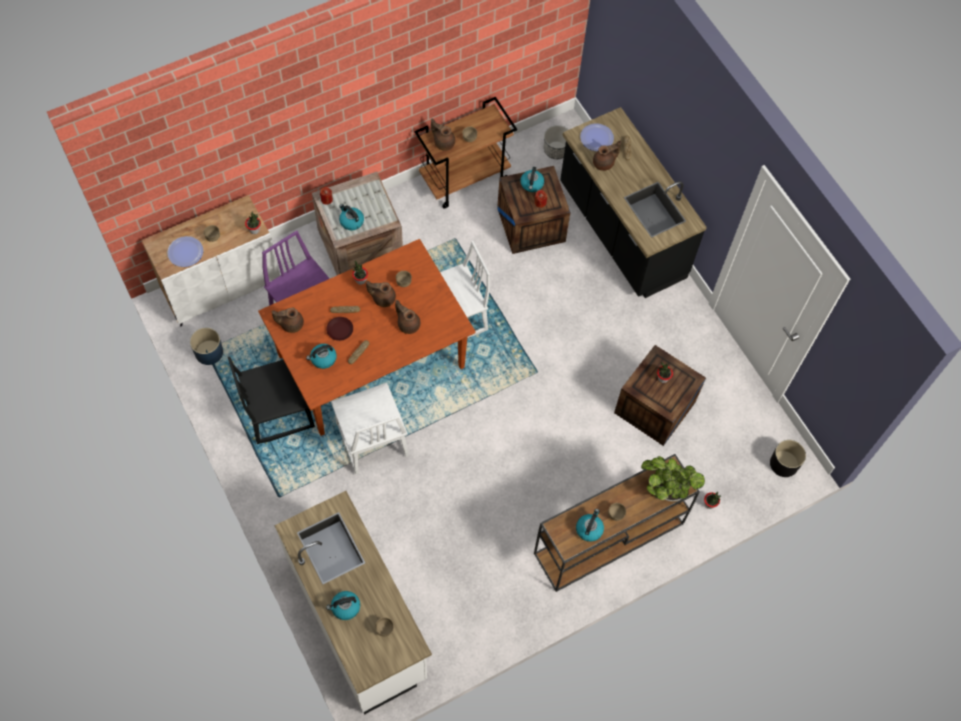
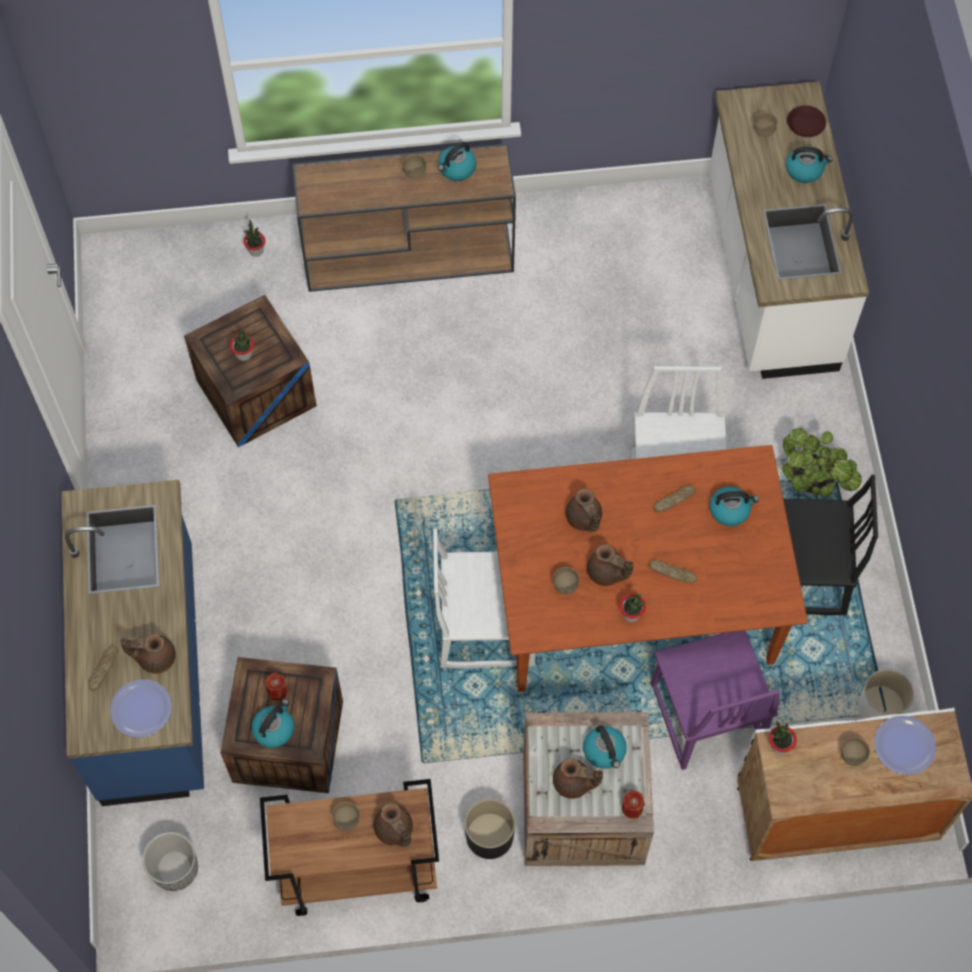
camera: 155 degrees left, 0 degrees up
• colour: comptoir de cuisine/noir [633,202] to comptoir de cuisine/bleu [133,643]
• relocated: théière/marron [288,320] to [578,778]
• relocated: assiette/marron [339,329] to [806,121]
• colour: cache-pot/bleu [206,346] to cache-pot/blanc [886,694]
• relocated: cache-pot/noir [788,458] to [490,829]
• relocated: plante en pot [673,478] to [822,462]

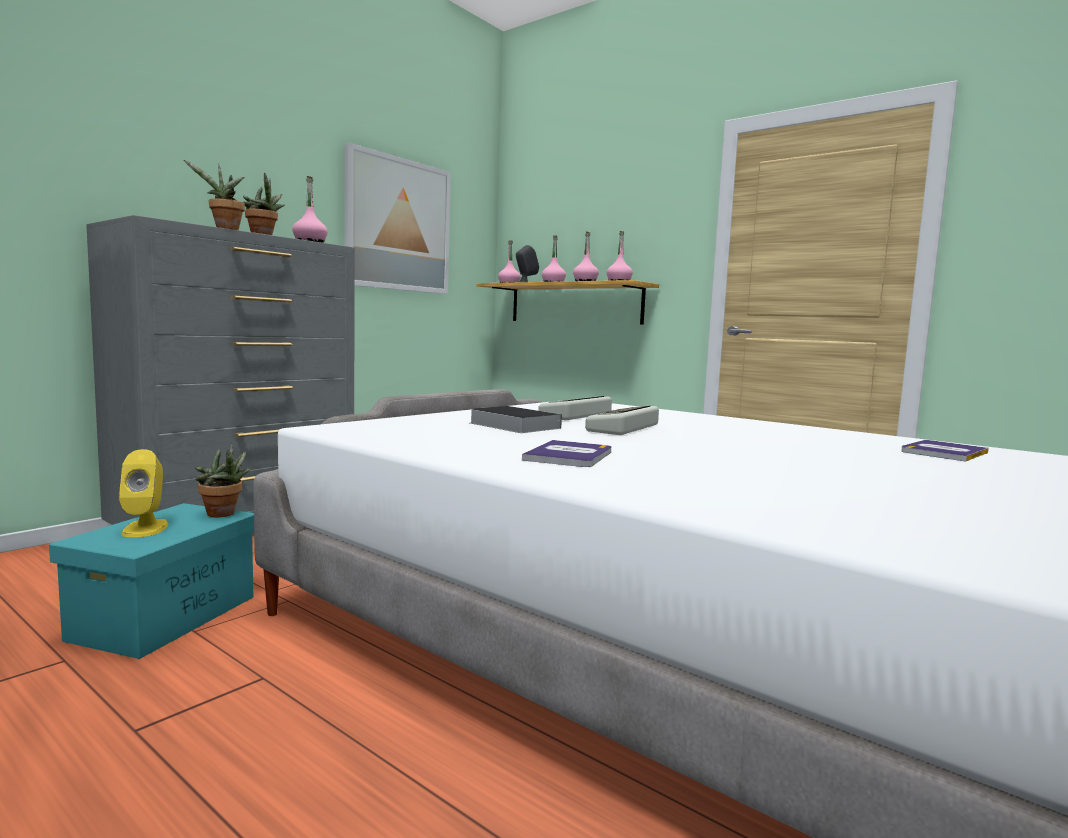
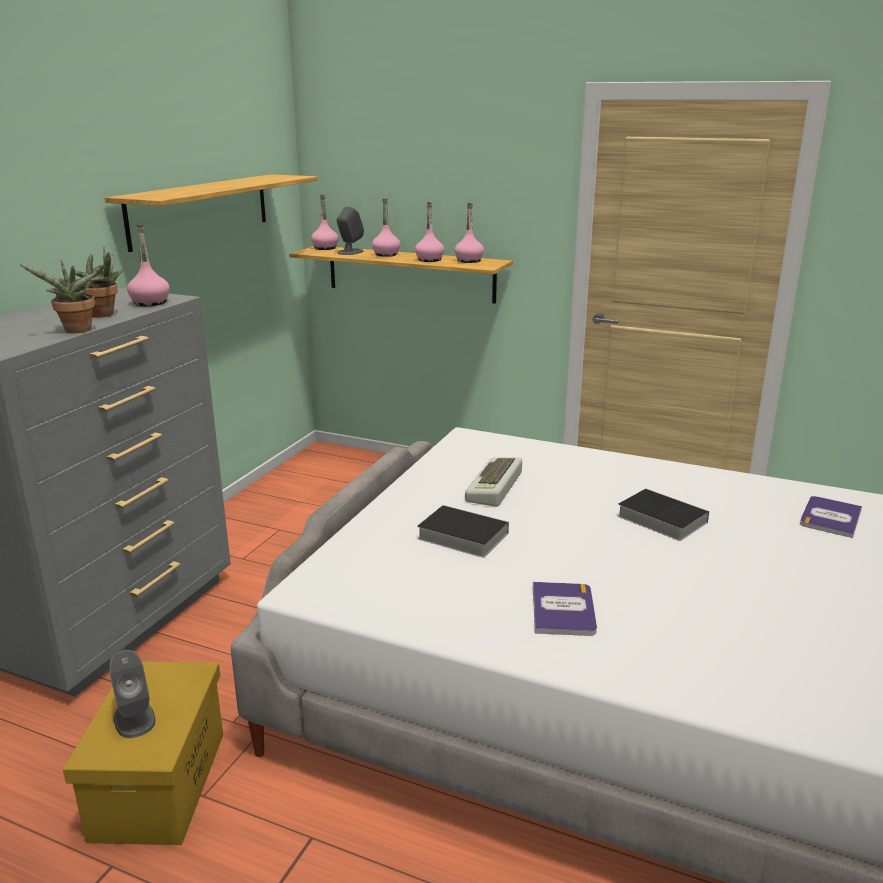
camera: 15 degrees left, 15 degrees up
• exchanged: tableau [398,218] to étagère [211,213]
• missing: clavier [622,420]
• missing: plante en pot [223,480]
• colour: enceinte/jaune [143,493] to enceinte/gris [132,694]
• colour: boîte de rangement/turquoise [151,581] to boîte de rangement/jaune [143,753]
• appeared: livre [663,515]

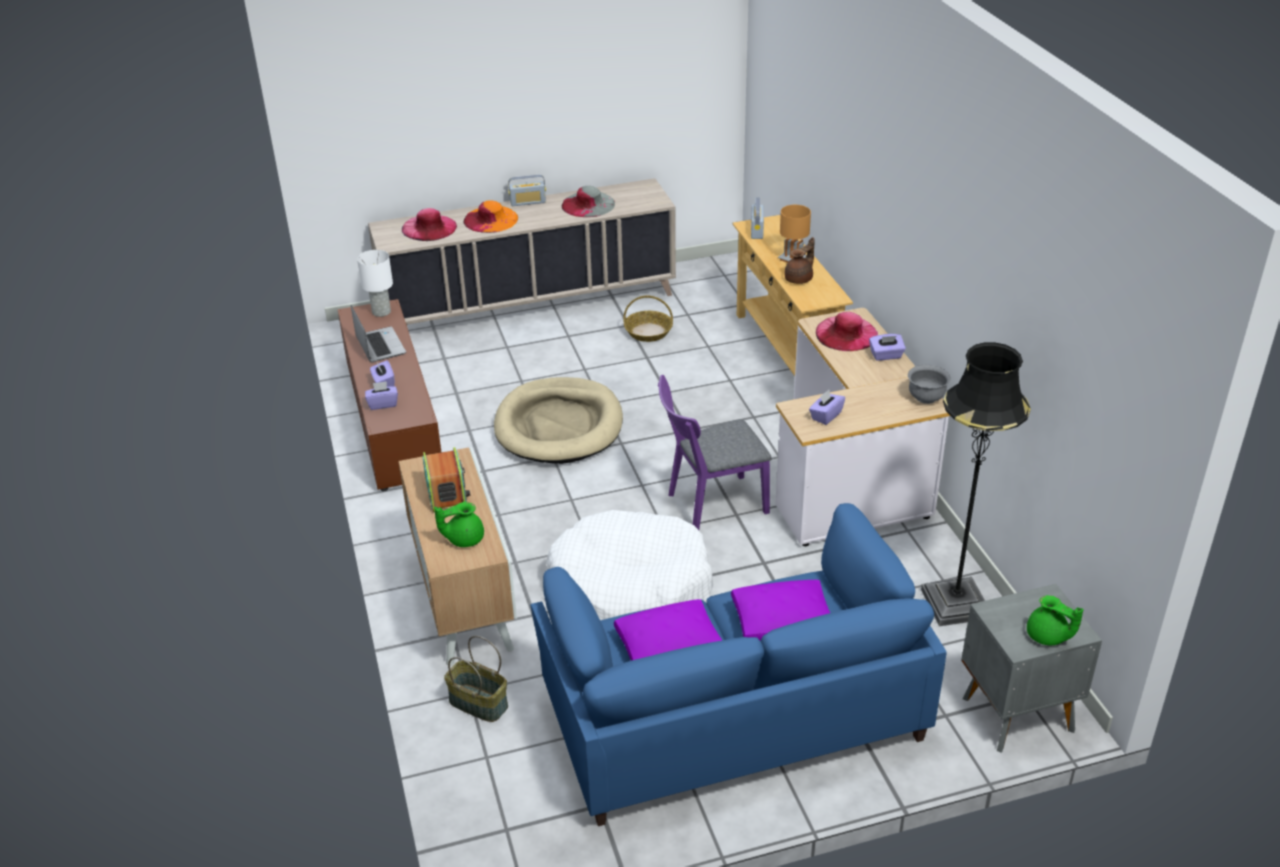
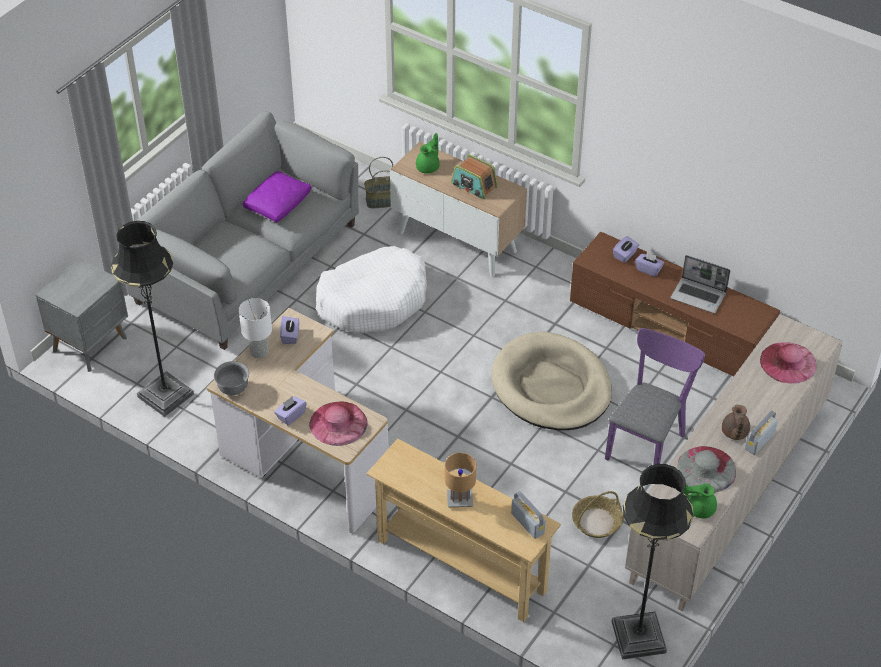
camera: 140 degrees right, 10 degrees up
• missing: chapeau/orange [491,216]
• relocated: théière/marron [799,260] to [736,422]
• relocated: lampe de table/blanc [375,283] to [255,328]
• relocated: chaise/violet [715,452] to [655,396]
• colour: canapé/bleu [738,664] to canapé/gris [242,230]
• missing: coussin/violet [780,610]
• relocated: théière/vert [1055,620] to [700,500]
• appeared: lampadaire/noir [653,562]

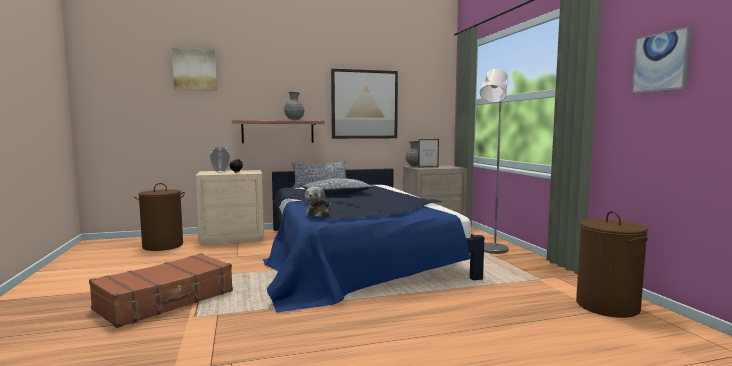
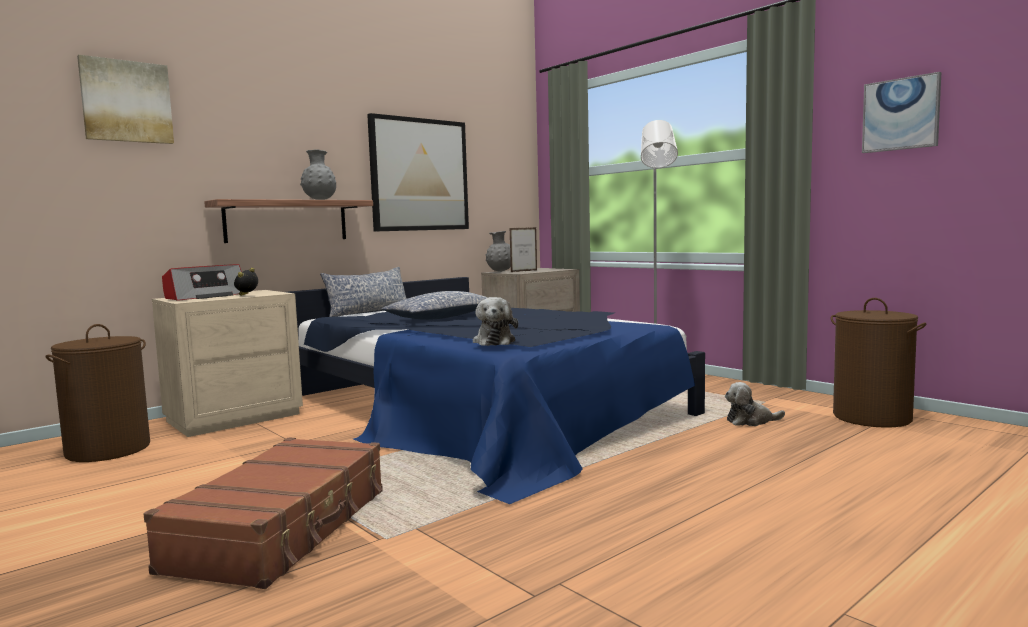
camera: 25 degrees left, 0 degrees up
• exchanged: vase [220,160] to radio [205,282]
• appeared: peluche [755,404]

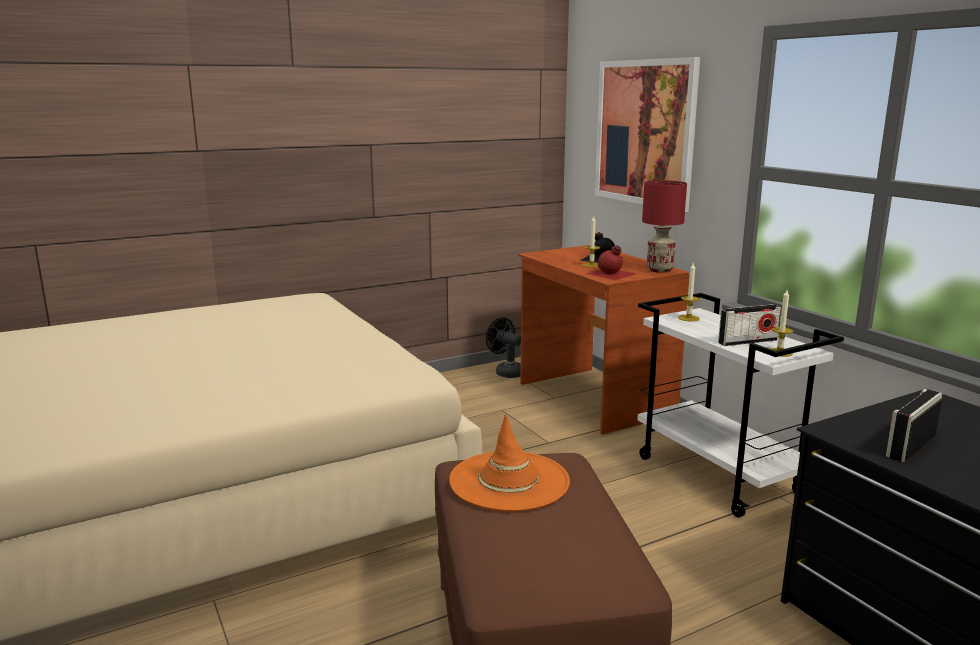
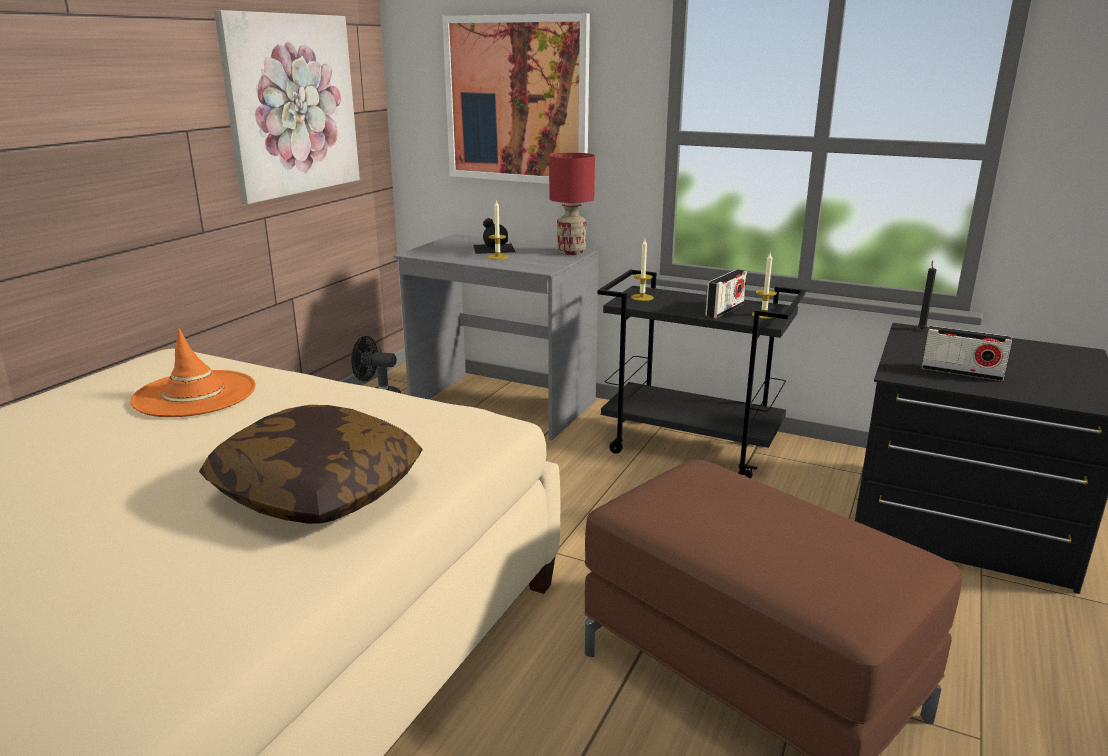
camera: 35 degrees left, 5 degrees up
• colour: bureau/marron [603,340] to bureau/gris [496,337]
• missing: bouteille/rouge [611,263]
• colour: chariot/blanc [740,405] to chariot/noir [701,373]
• spun: radio [914,425] = [967,353] 75 degrees counterclockwise
• relocated: chapeau/orange [509,463] to [193,372]
• appeared: tableau [287,107]
• appeared: bougie/noir [927,294]
• appeared: coussin [311,464]

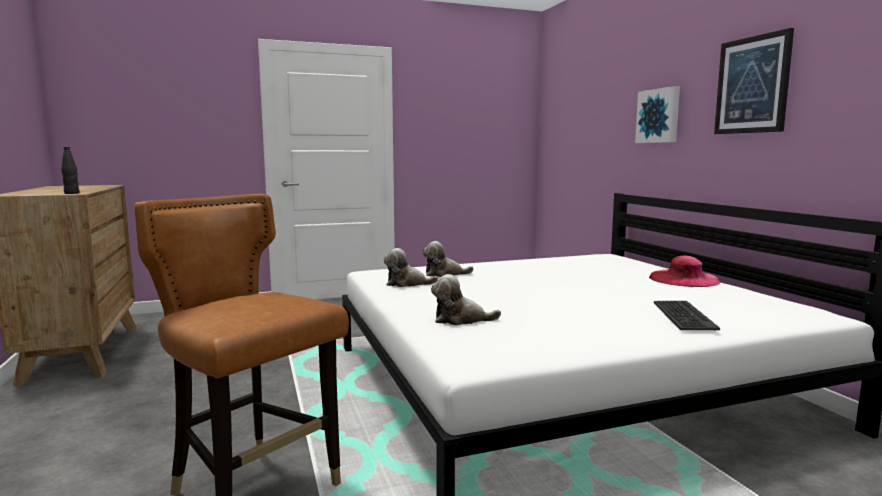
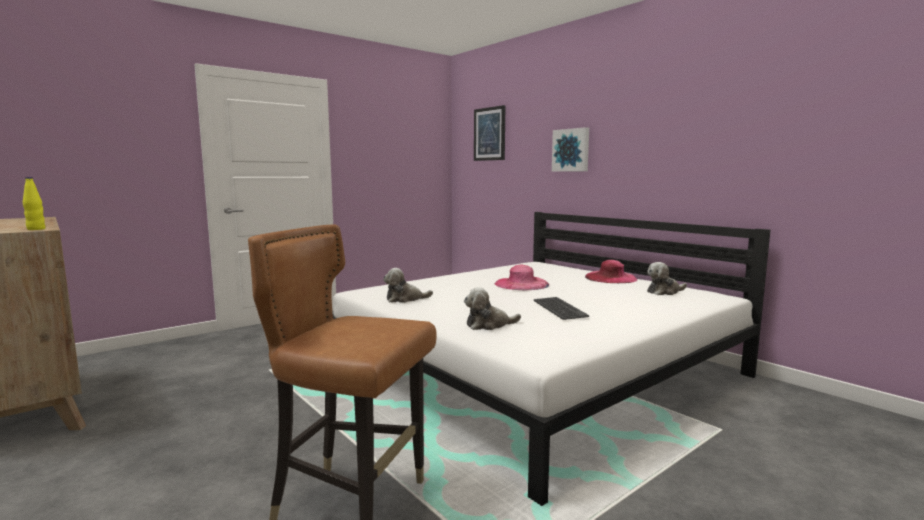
camera: 20 degrees left, 0 degrees up
• relocated: tableau [754,81] to [489,133]
• colour: bouteille/noir [70,170] to bouteille/jaune [34,203]
• relocated: peluche [448,259] to [667,278]
• relocated: clavier [687,316] to [561,308]
• appeared: chapeau/rose [522,277]

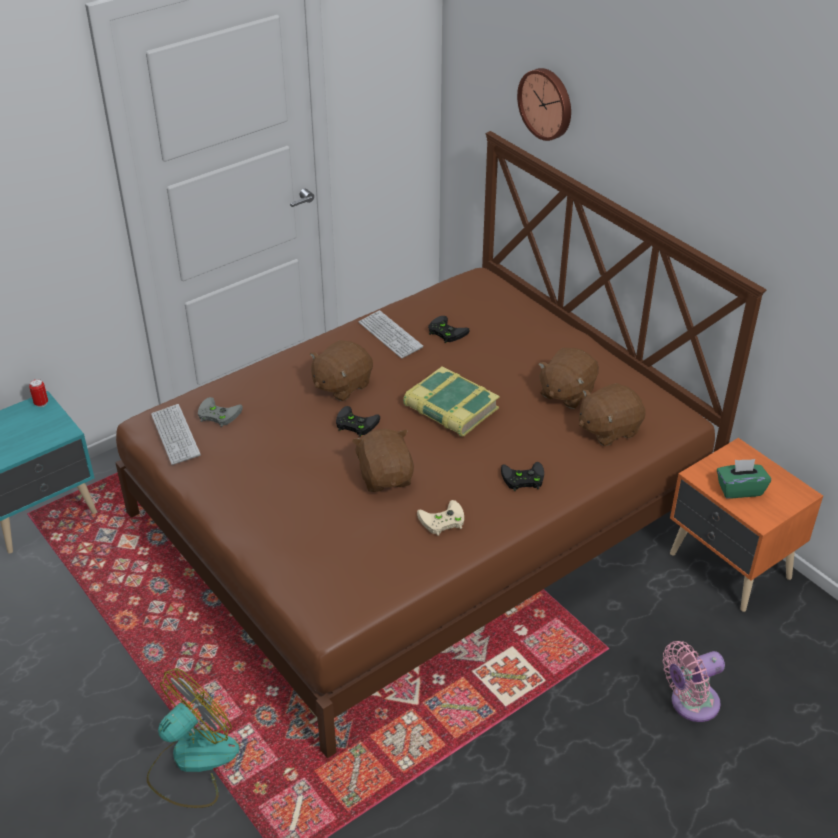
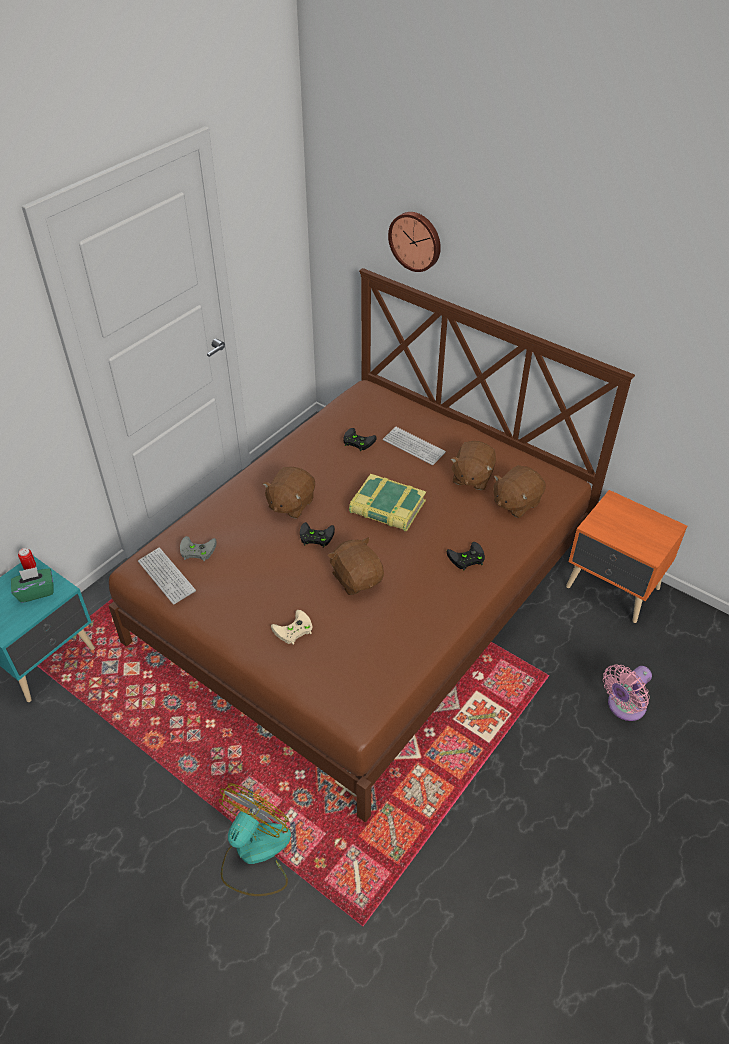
camera: 15 degrees left, 5 degrees up
• relocated: clavier [391,334] to [414,446]
• relocated: boîte à mouchoirs/vert [744,478] to [32,585]
• relocated: manette/beige [440,518] to [292,627]

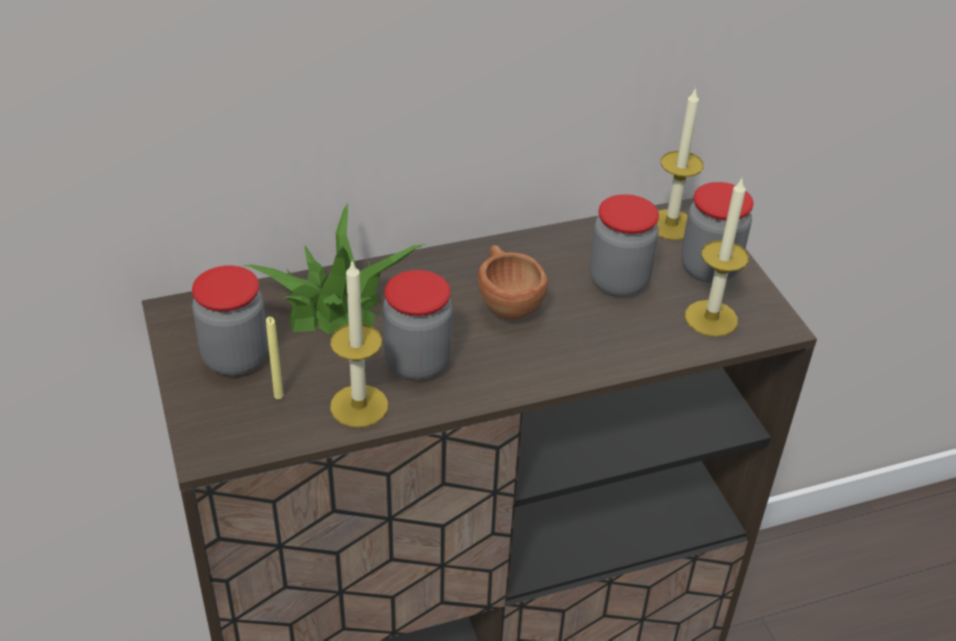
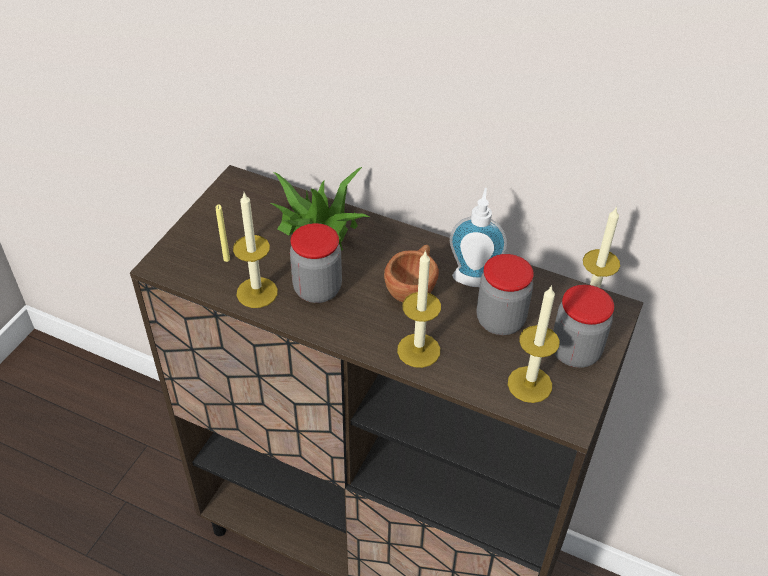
camera: 45 degrees right, 5 degrees up
• missing: bocal [230,320]
• appeared: distributeur de savon [478,237]
• appeared: bougie [419,309]

